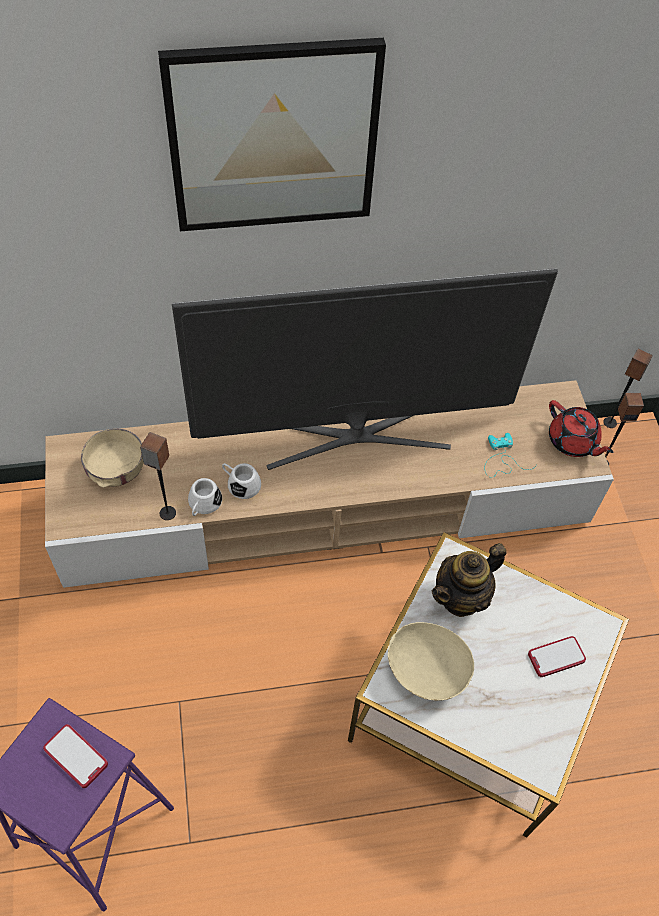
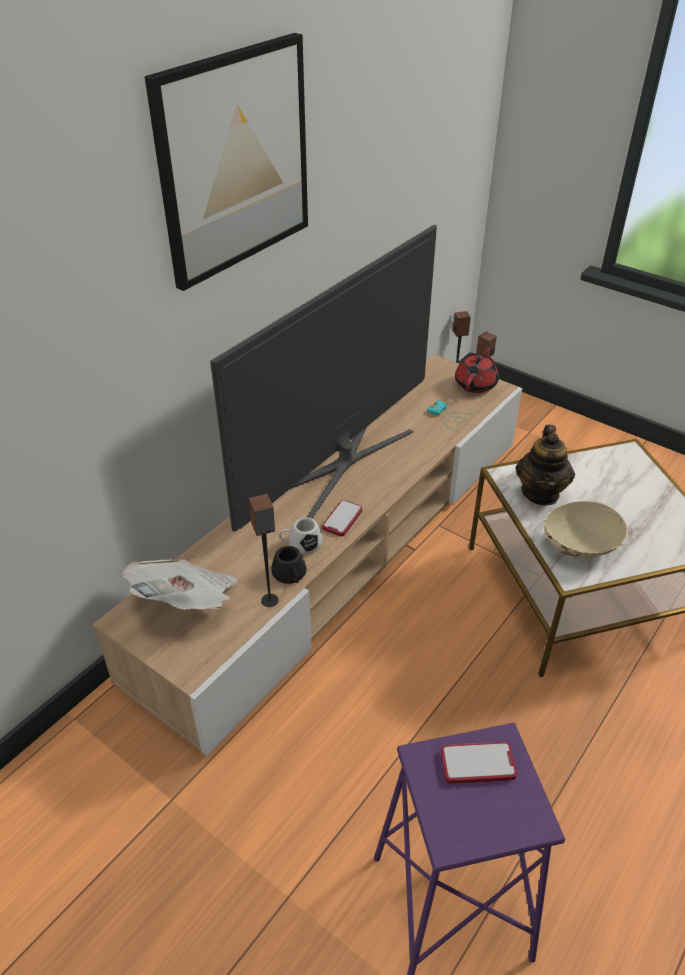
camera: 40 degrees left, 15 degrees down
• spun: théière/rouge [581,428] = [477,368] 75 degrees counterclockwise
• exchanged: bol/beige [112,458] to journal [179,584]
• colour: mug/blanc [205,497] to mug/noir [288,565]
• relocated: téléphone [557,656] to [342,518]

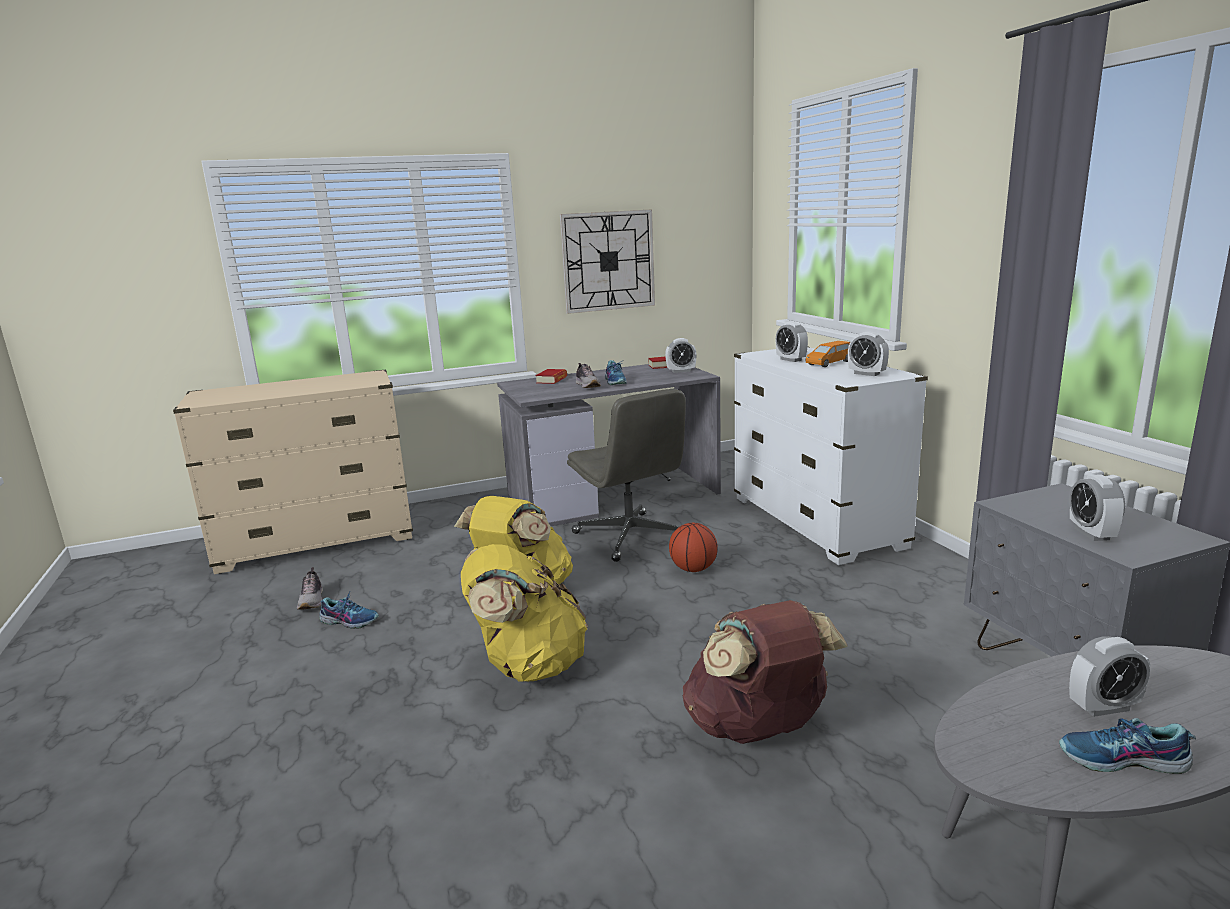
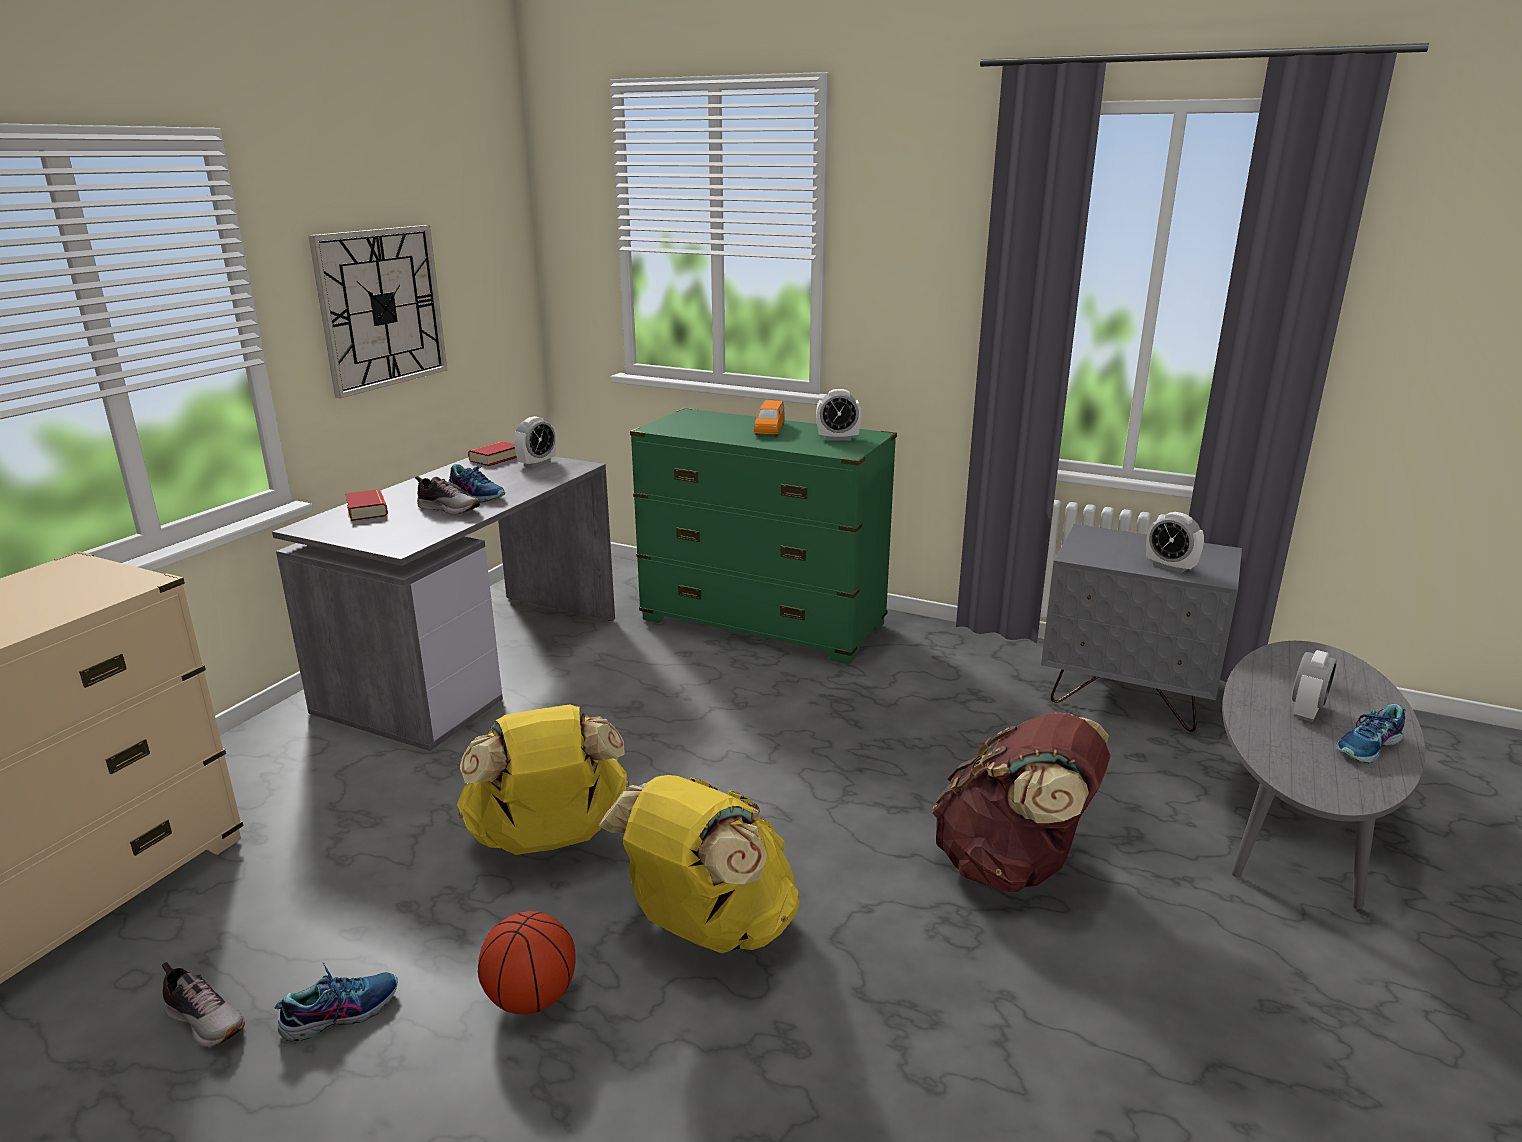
camera: 45 degrees left, 5 degrees up
• missing: réveil [792,342]
• colour: commode/blanc [831,456] to commode/vert [763,536]
• missing: chaise de bureau/gris [626,475]
• relocated: ballon de basket [693,547] to [527,962]

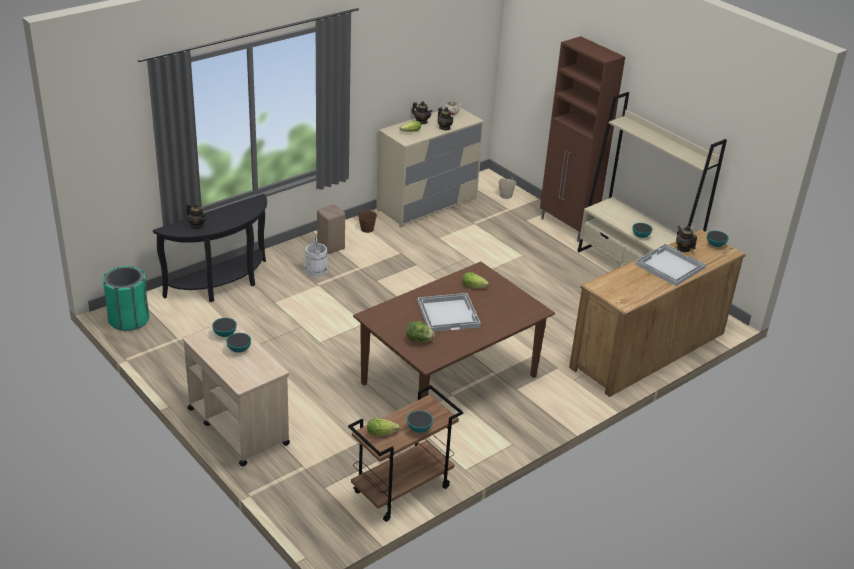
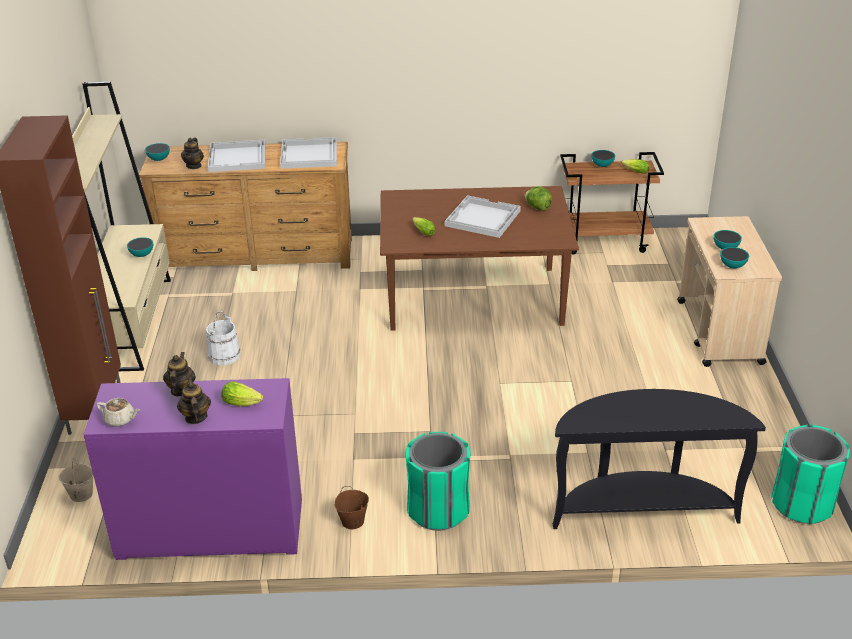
camera: 140 degrees left, 0 degrees up
• colour: commode/beige [430,167] to commode/violet [192,469]
• missing: théière [196,216]
• exchanged: tabouret/beige [331,229] to poubelle/vert [438,481]
• relocated: seau/blanc [316,256] to [223,338]
• appeared: plateau/blanc [308,153]

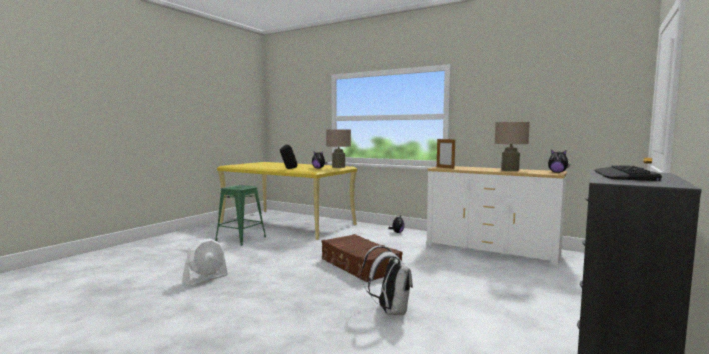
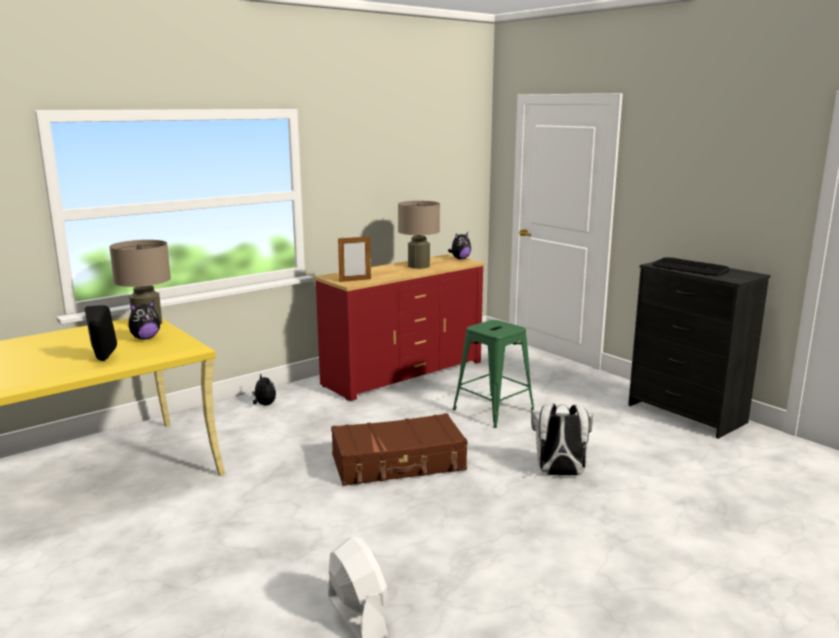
camera: 70 degrees left, 10 degrees up
• colour: commode/blanc [497,215] to commode/rouge [399,327]
• relocated: tabouret/vert [240,215] to [493,374]

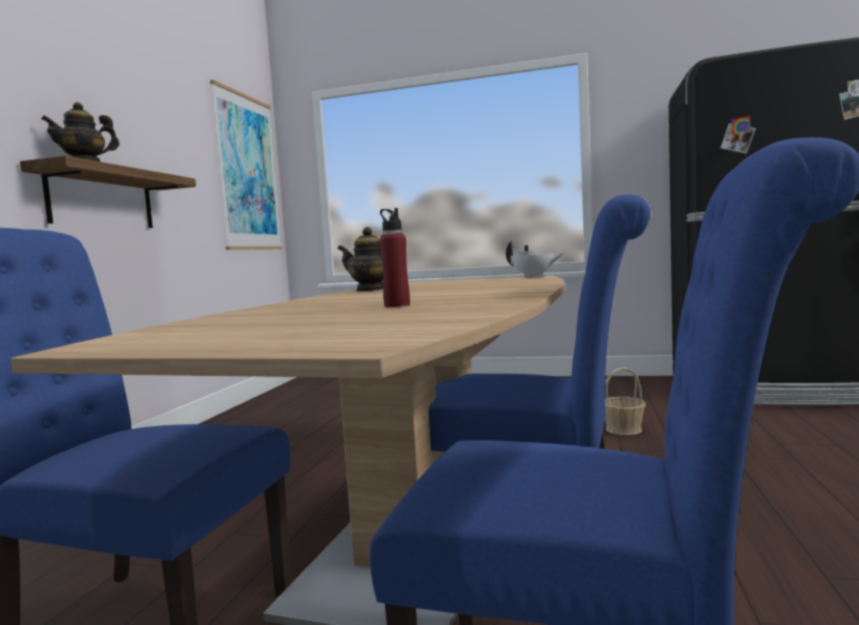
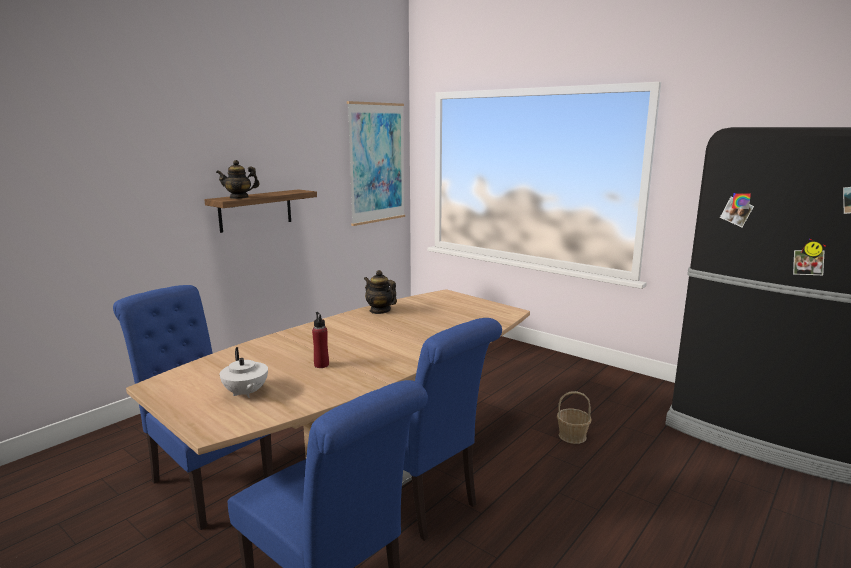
camera: 25 degrees right, 10 degrees up
• relocated: théière/blanc [535,259] to [243,372]

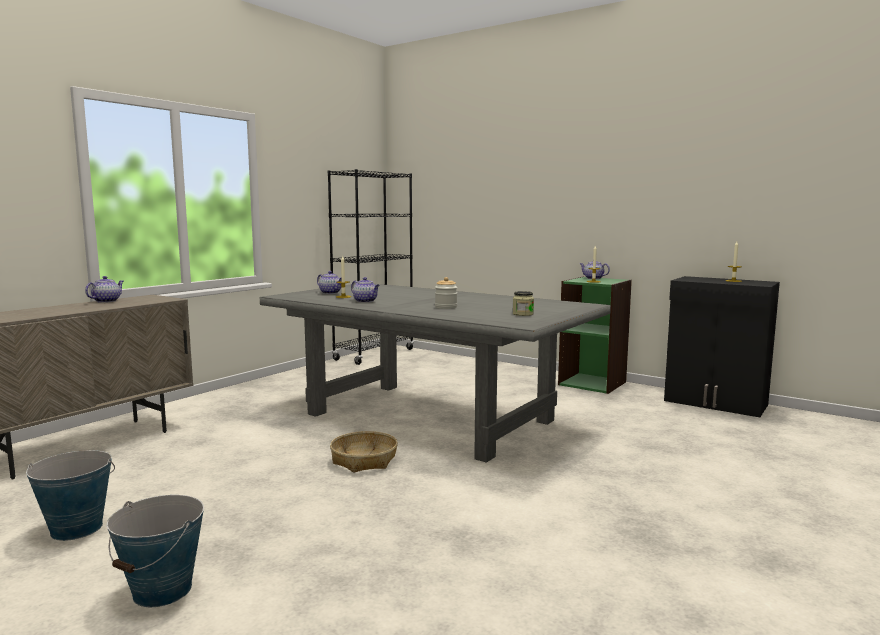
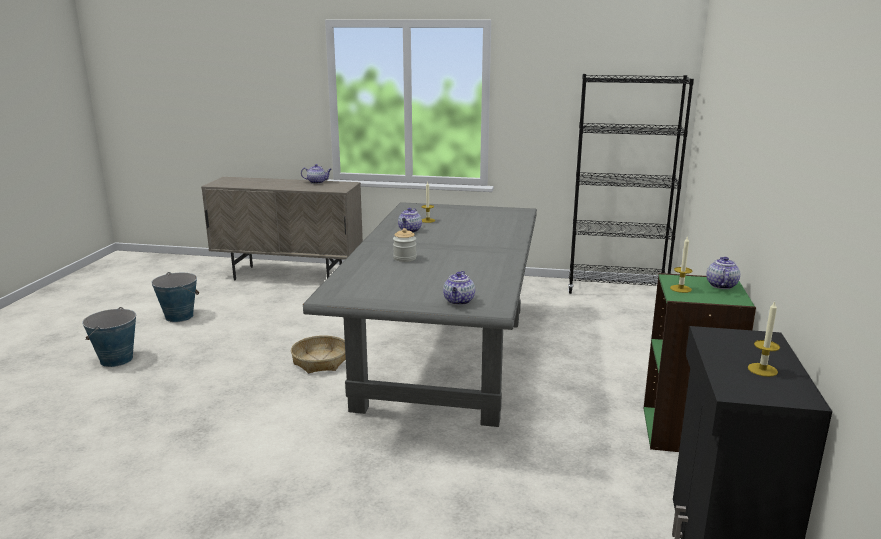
camera: 65 degrees right, 10 degrees up
• relocated: théière [329,282] to [459,288]
• missing: bocal [523,303]

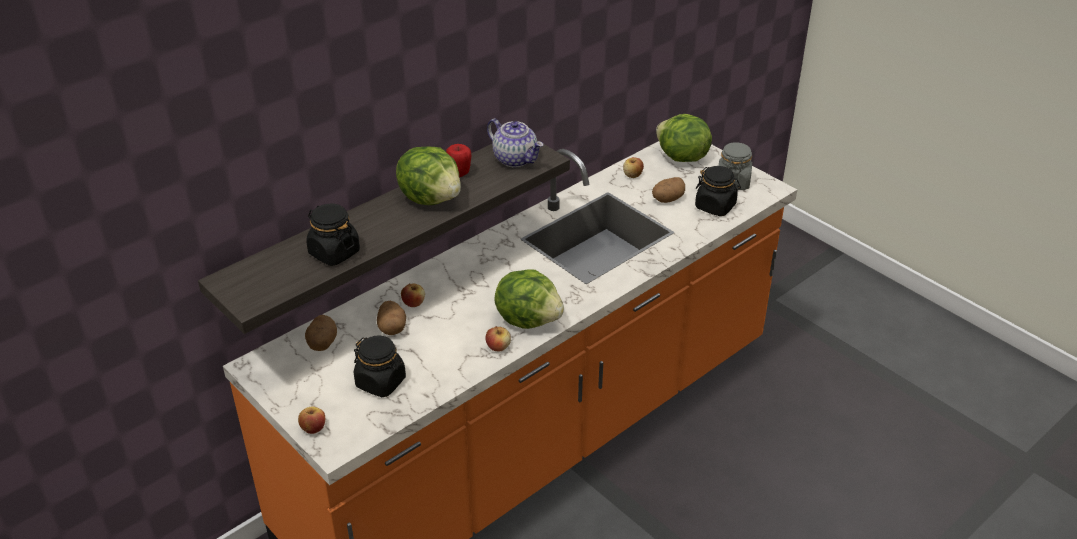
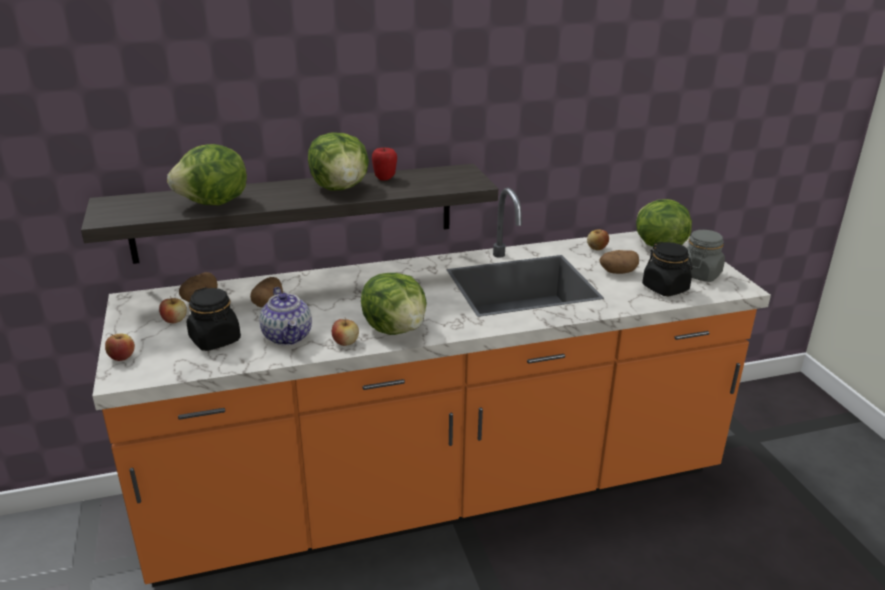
camera: 25 degrees right, 10 degrees down
• relocated: théière [515,143] to [285,316]
• exchanged: bocal/noir [333,235] to laitue [207,174]
• relocated: pomme [413,295] to [173,309]

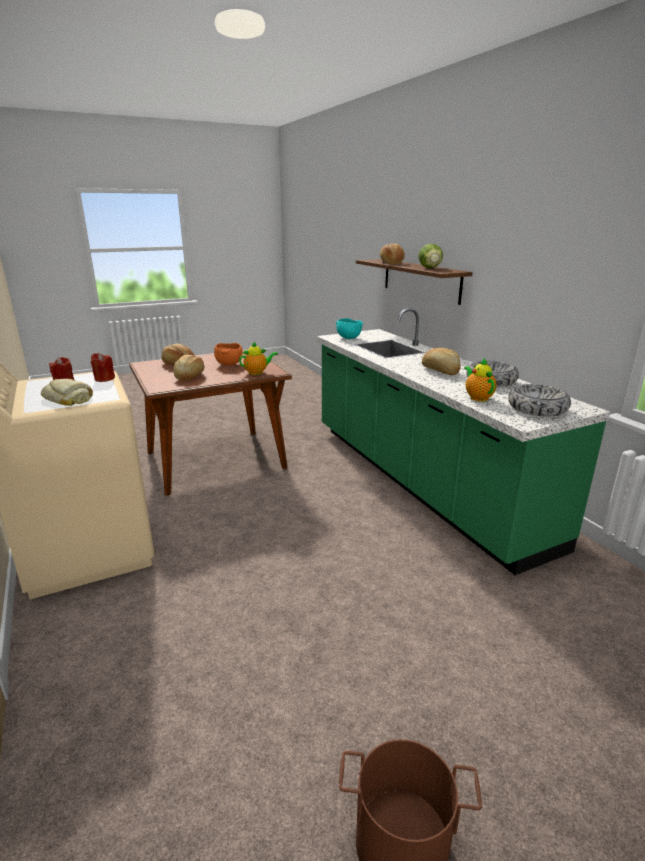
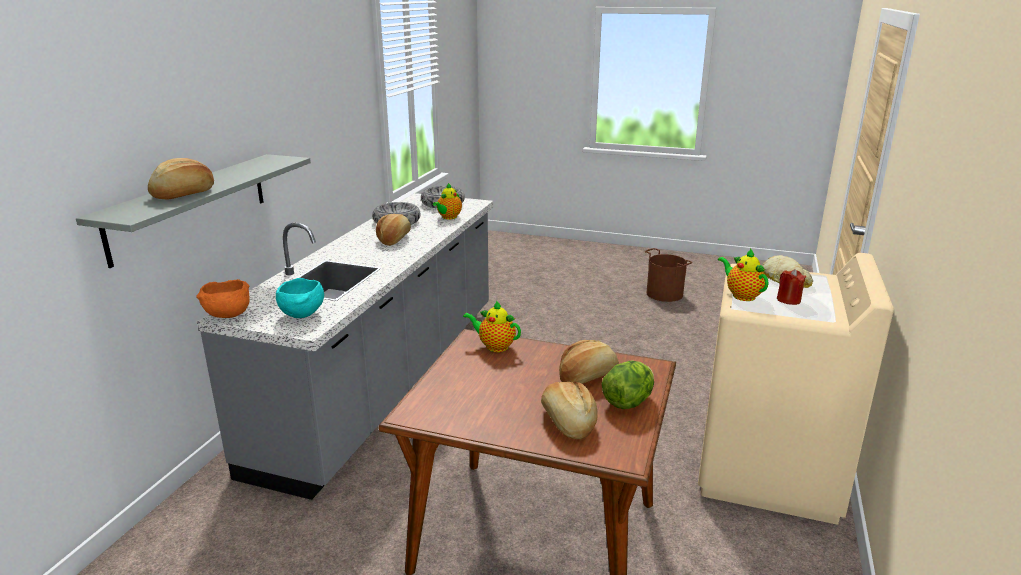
camera: 135 degrees left, 0 degrees up
• relocated: laitue [430,256] to [628,385]
• colour: étagère/marron [414,282] to étagère/gris [193,211]
• colour: comptoir de cuisine/vert [463,441] to comptoir de cuisine/gris [345,346]
• relocated: bol/orange [228,354] to [223,298]
• exchanged: bougie/rouge [103,367] to théière [743,274]

